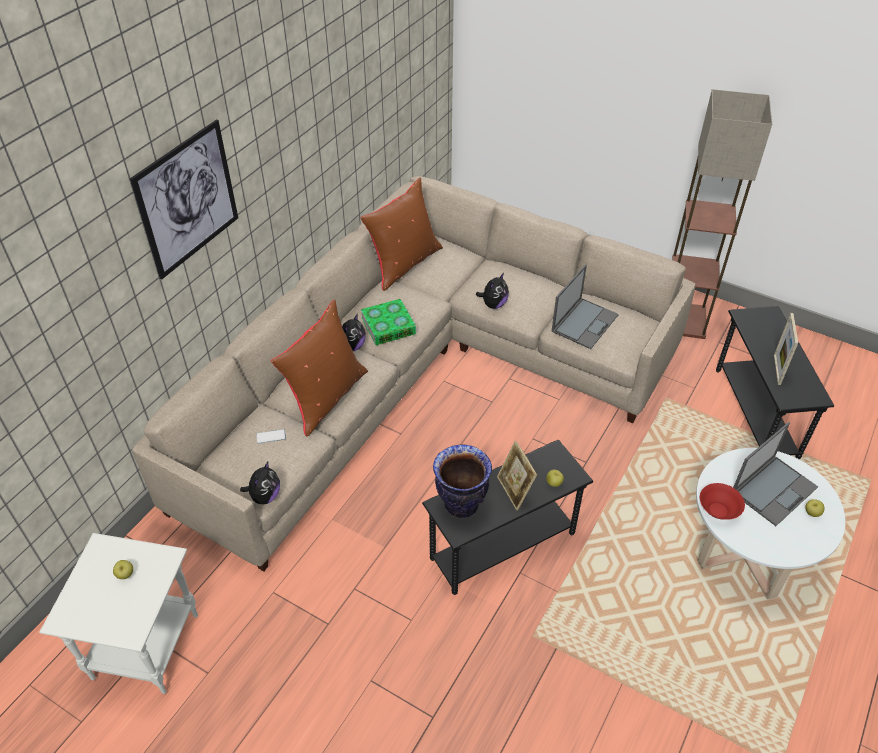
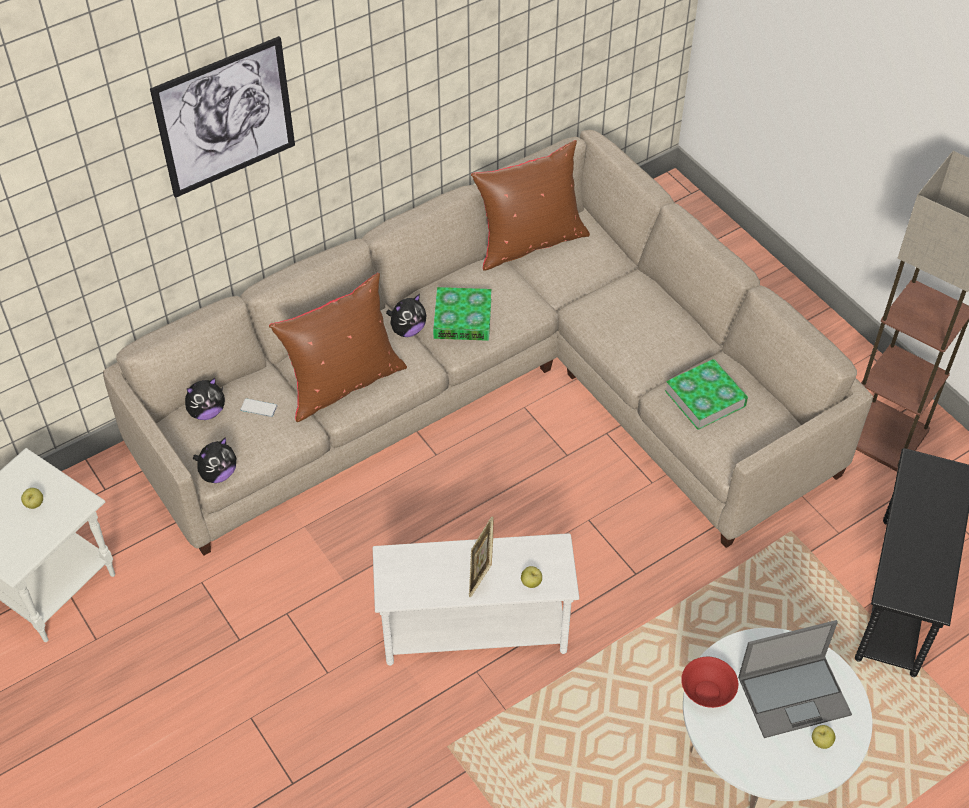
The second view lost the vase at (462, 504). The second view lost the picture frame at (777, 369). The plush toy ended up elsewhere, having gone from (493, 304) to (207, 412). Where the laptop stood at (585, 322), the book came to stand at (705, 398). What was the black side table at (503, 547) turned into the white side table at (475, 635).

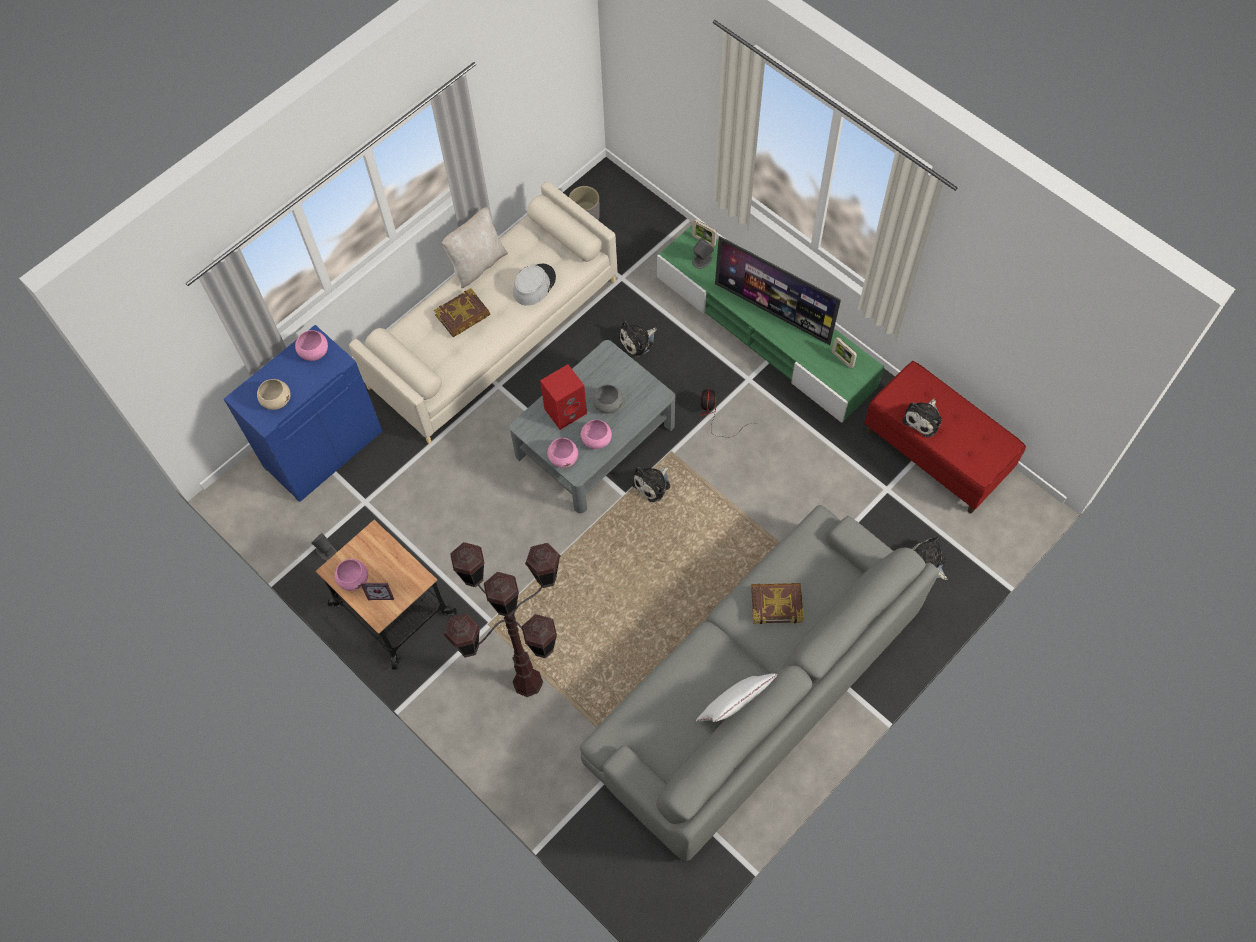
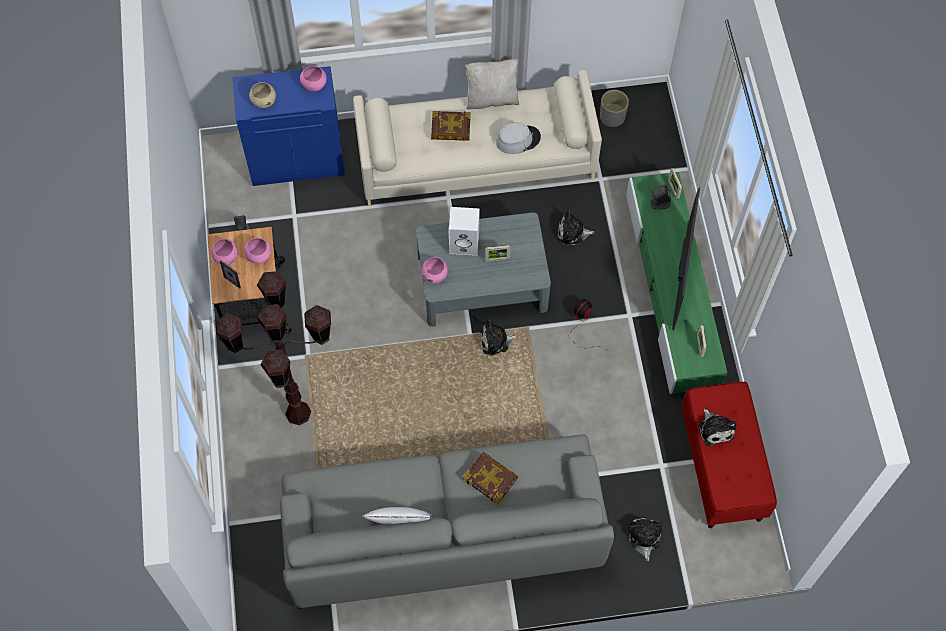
The pink bowl ended up elsewhere, having gone from (596, 440) to (258, 256). Where the grey bowl stood at (608, 404), the picture frame came to stand at (497, 259). What was the red speaker at (566, 410) turned into the white speaker at (465, 243). The television at (773, 312) ended up facing another way, 150 degrees counterclockwise from before. The plush toy at (924, 419) ended up facing another way, 90 degrees counterclockwise from before.

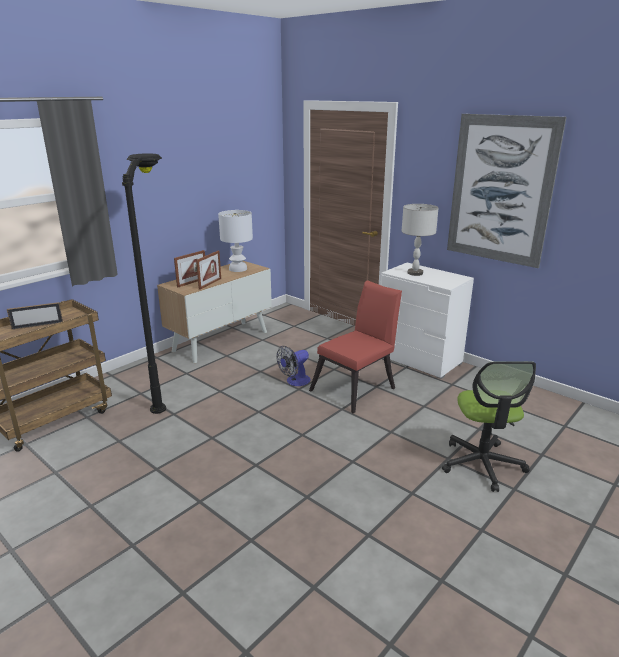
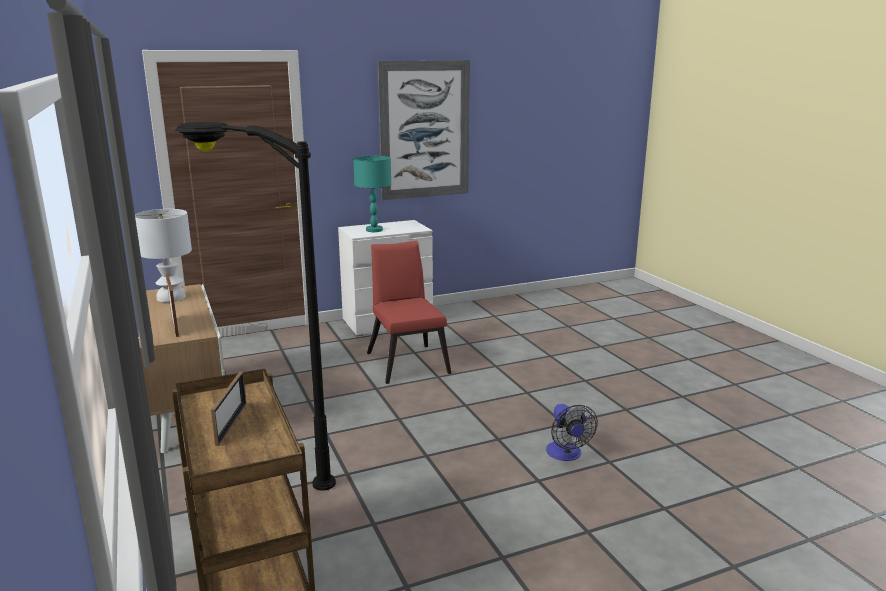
The second view lost the picture frame at (210, 284). The second view lost the office chair at (482, 464). The fan ended up elsewhere, having gone from (294, 382) to (566, 455). What was the grey table lamp at (415, 273) turned into the turquoise table lamp at (374, 230).

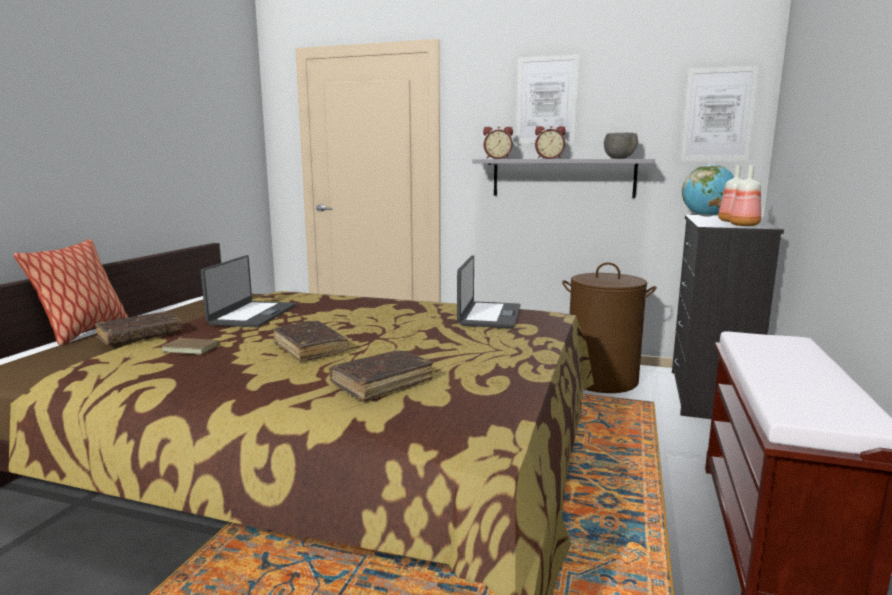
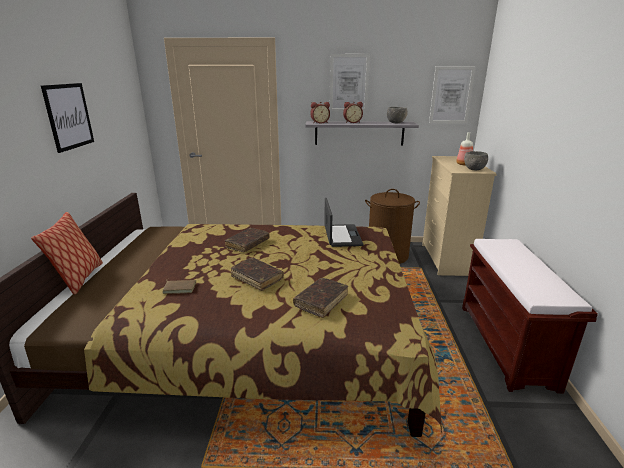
The second view lost the laptop at (252, 315). The second view lost the globe at (706, 216). The second view gained the picture at (69, 116). The brown book ended up elsewhere, having gone from (140, 336) to (247, 244). Where the bottle stood at (744, 225), the grey bowl came to stand at (474, 169). What was the black dresser at (708, 395) turned into the beige dresser at (446, 259).

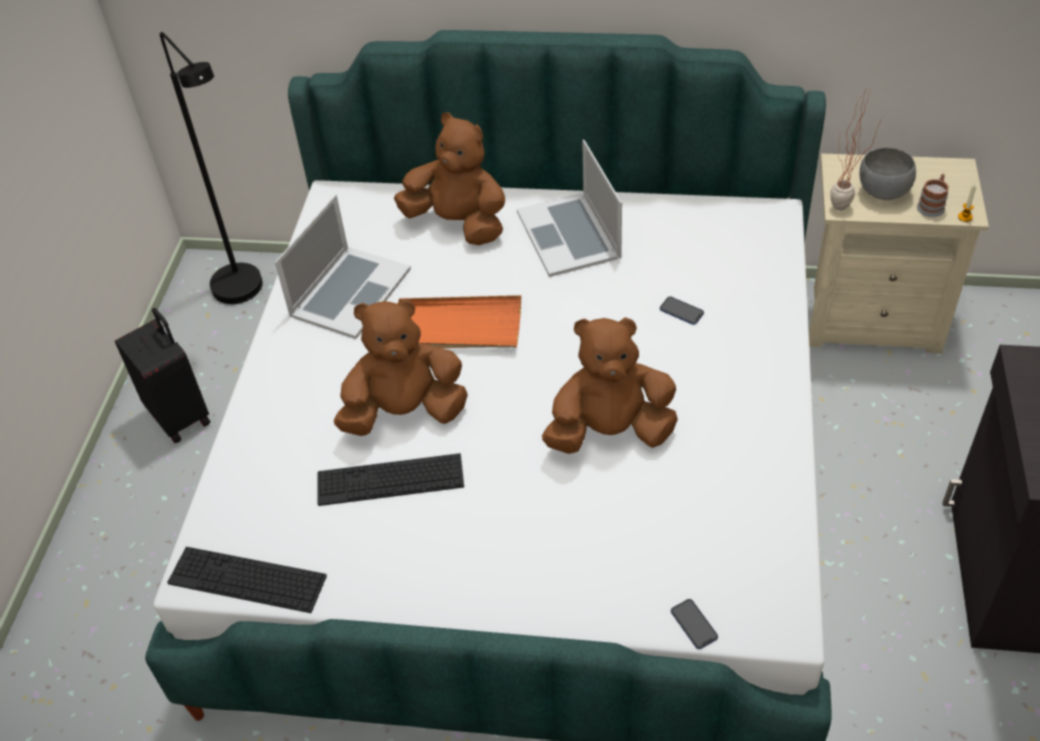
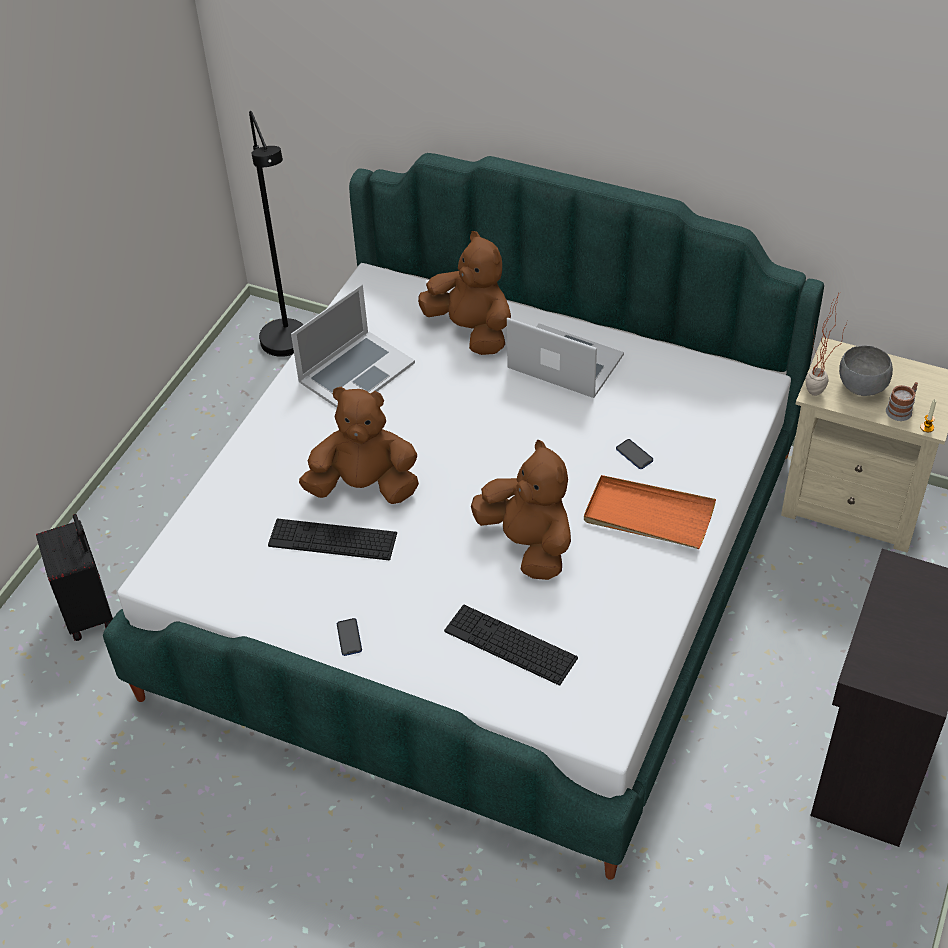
The black suitcase ended up elsewhere, having gone from (181, 415) to (90, 613). The keyboard ended up elsewhere, having gone from (247, 579) to (510, 644). The orange tray ended up elsewhere, having gone from (456, 327) to (648, 515). The phone ended up elsewhere, having gone from (694, 624) to (349, 637). The laptop at (569, 234) ended up facing another way, 120 degrees clockwise from before. The brown plush toy at (610, 432) ended up facing another way, 45 degrees clockwise from before.

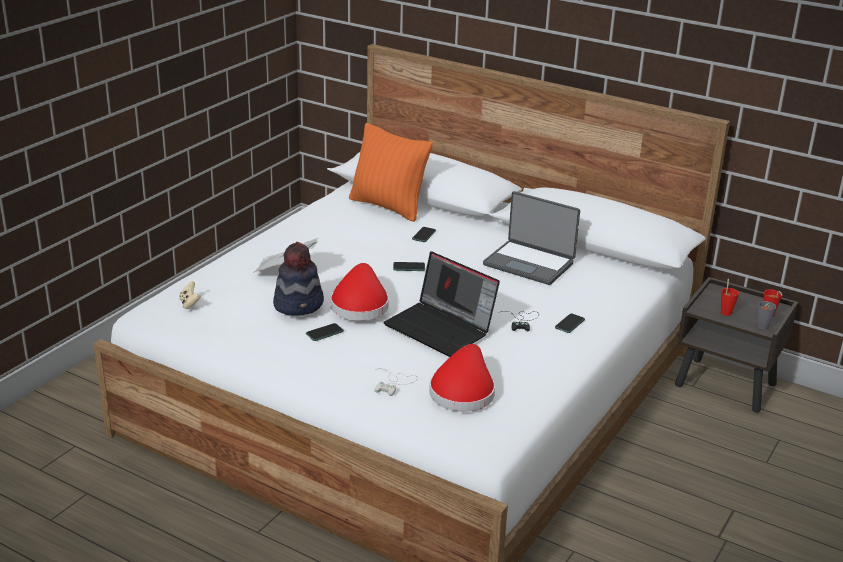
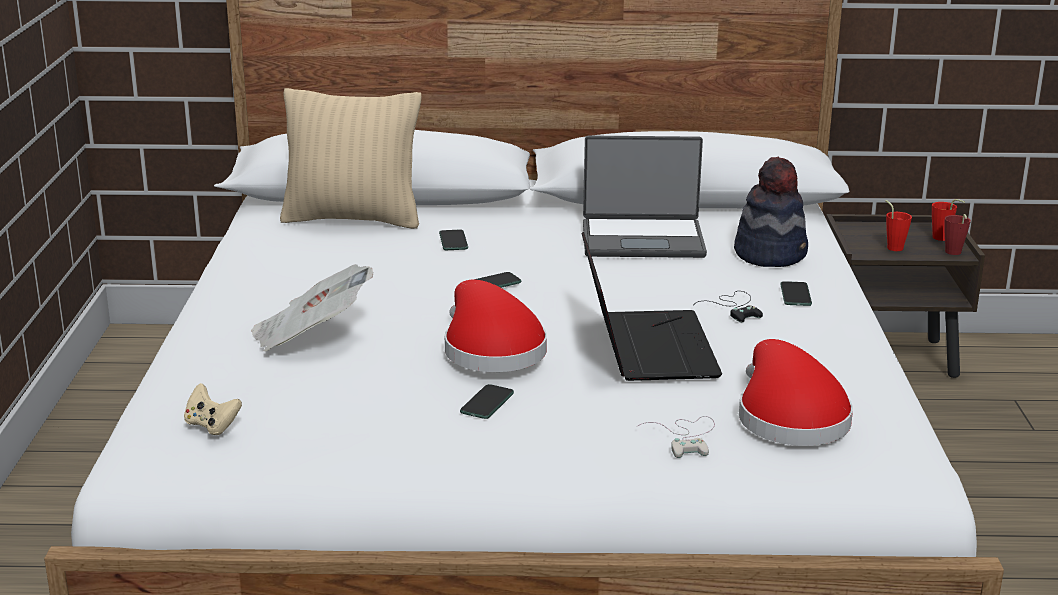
The hat ended up elsewhere, having gone from (299, 304) to (770, 254). What was the orange pillow at (388, 207) turned into the beige pillow at (353, 219). What was the grey cup at (761, 327) turned into the red cup at (953, 253). The laptop at (441, 328) ended up facing another way, 105 degrees counterclockwise from before.

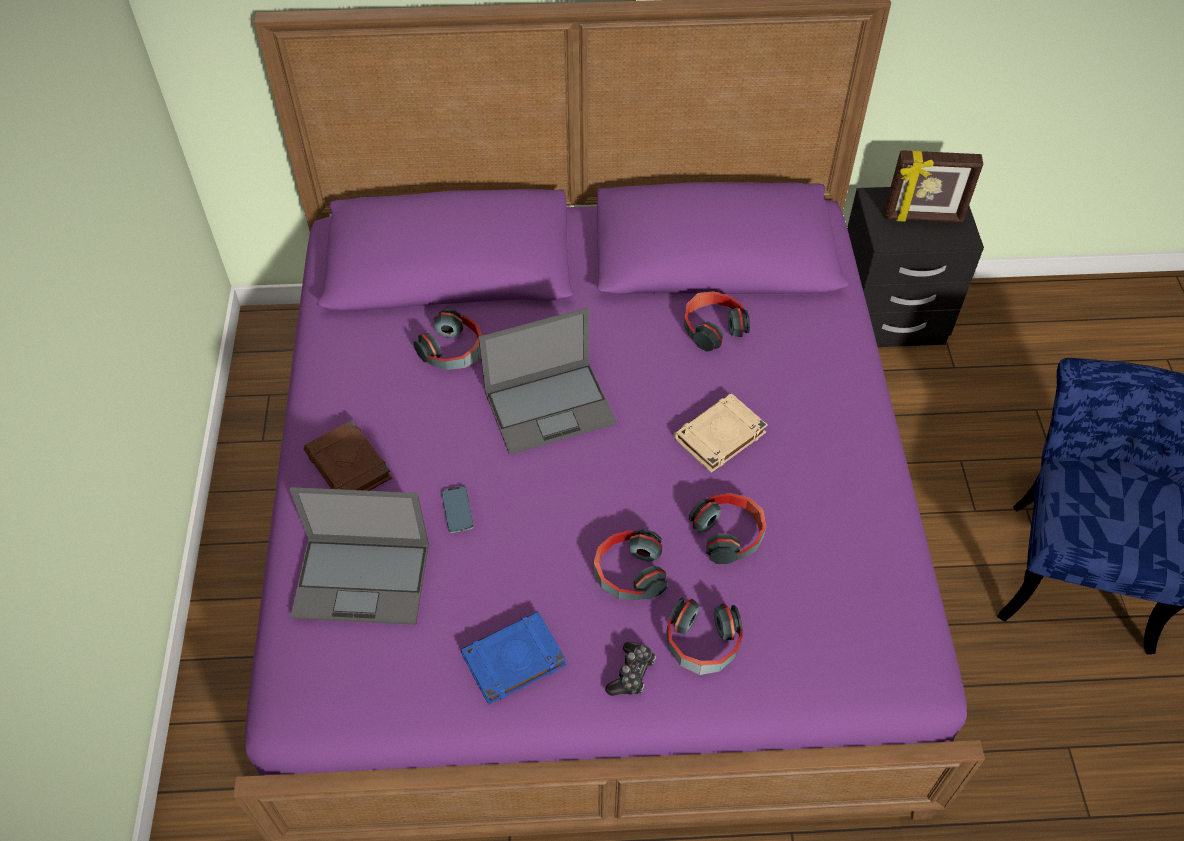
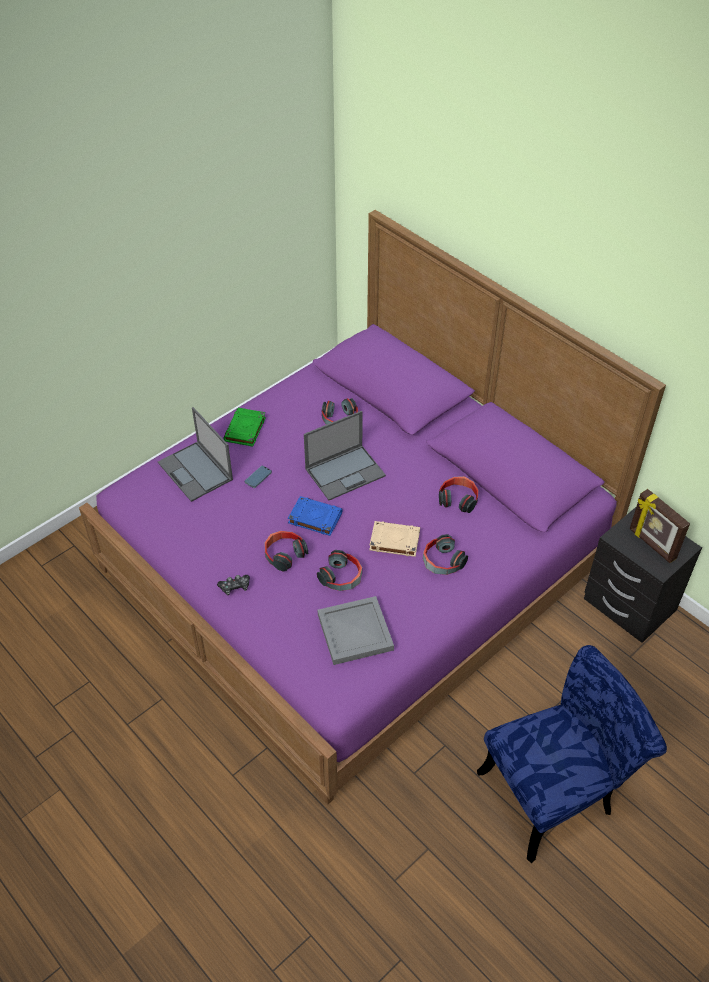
The second view gained the grey tray at (356, 631). The blue book ended up elsewhere, having gone from (513, 661) to (314, 518). The headphones ended up elsewhere, having gone from (702, 644) to (442, 562). What was the brown book at (349, 466) turned into the green book at (245, 430). The laptop at (551, 406) ended up facing another way, 60 degrees counterclockwise from before.

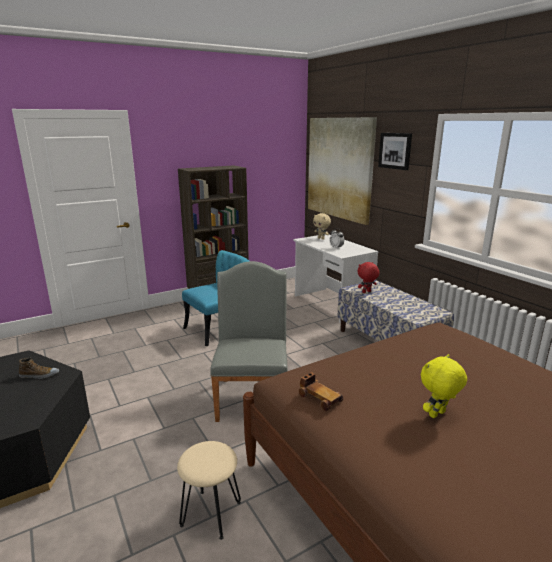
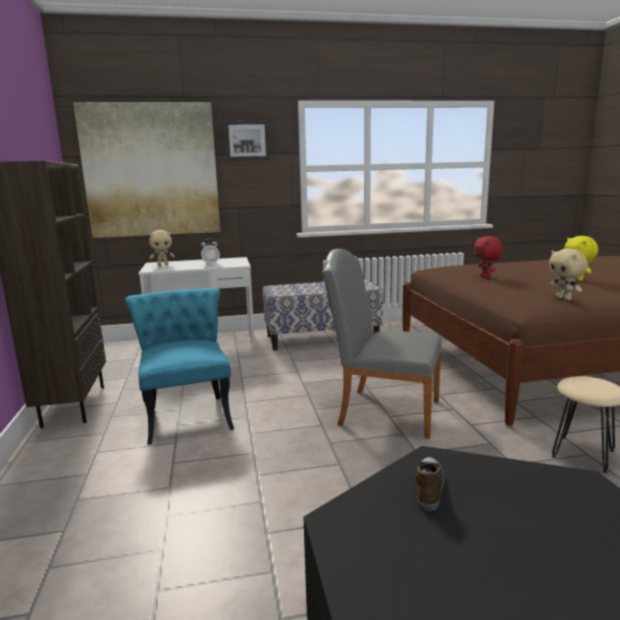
The red plush toy ended up elsewhere, having gone from (366, 292) to (486, 277). Where the toy car stood at (319, 398), the beige plush toy came to stand at (564, 298).

